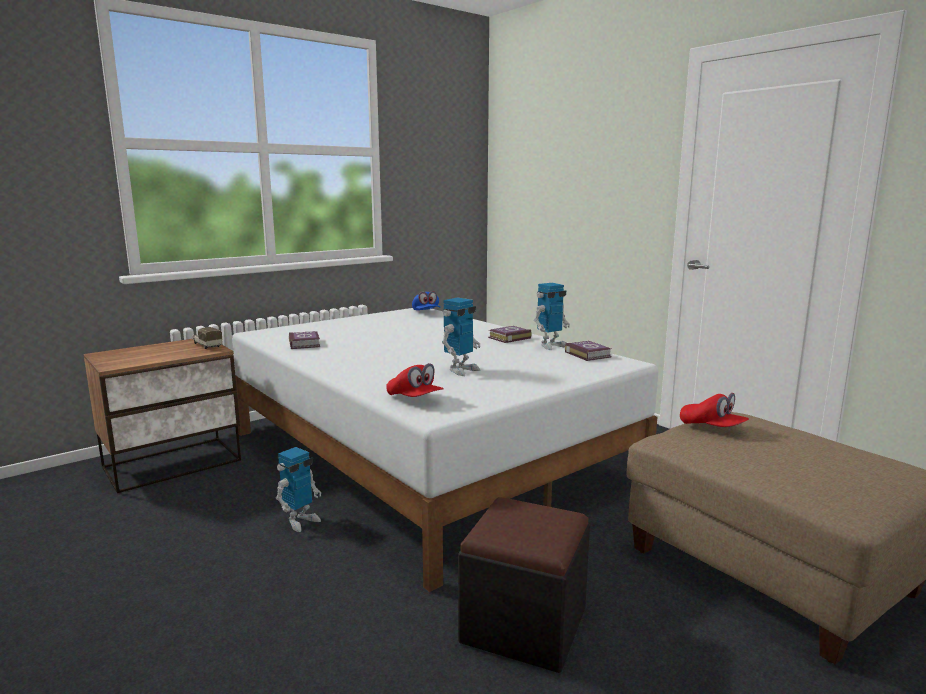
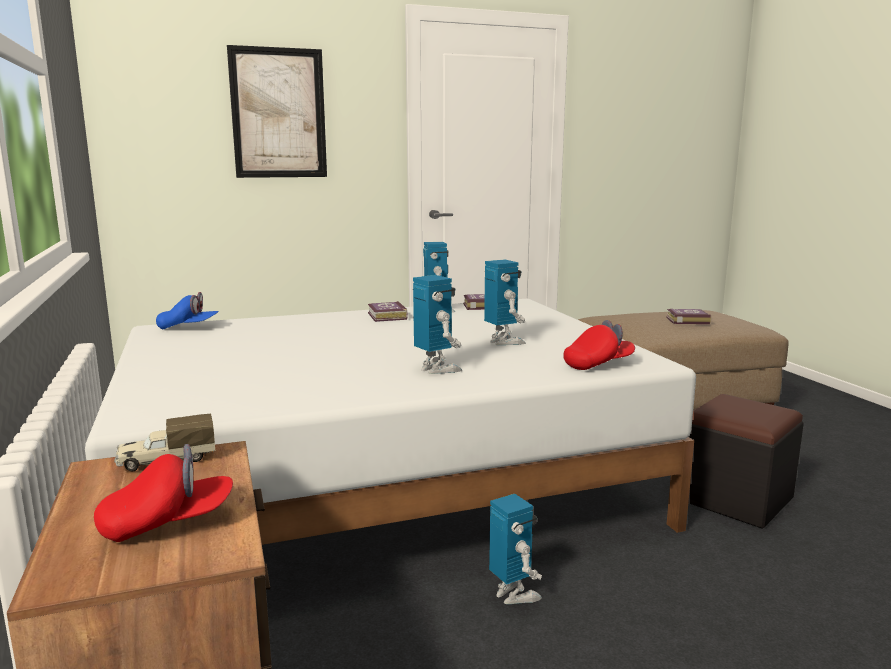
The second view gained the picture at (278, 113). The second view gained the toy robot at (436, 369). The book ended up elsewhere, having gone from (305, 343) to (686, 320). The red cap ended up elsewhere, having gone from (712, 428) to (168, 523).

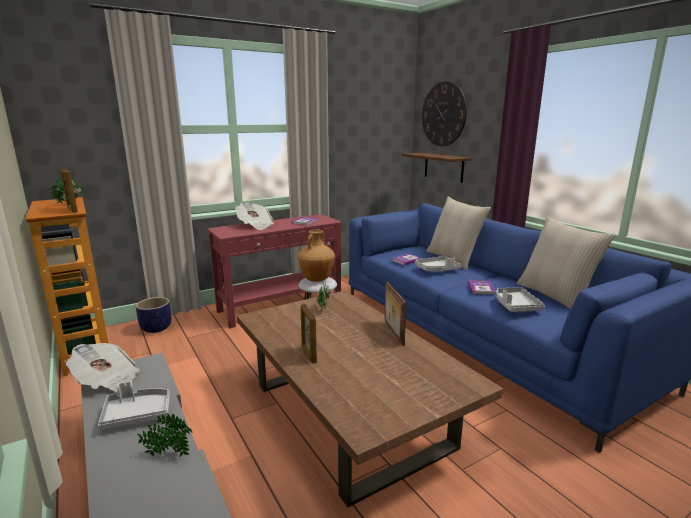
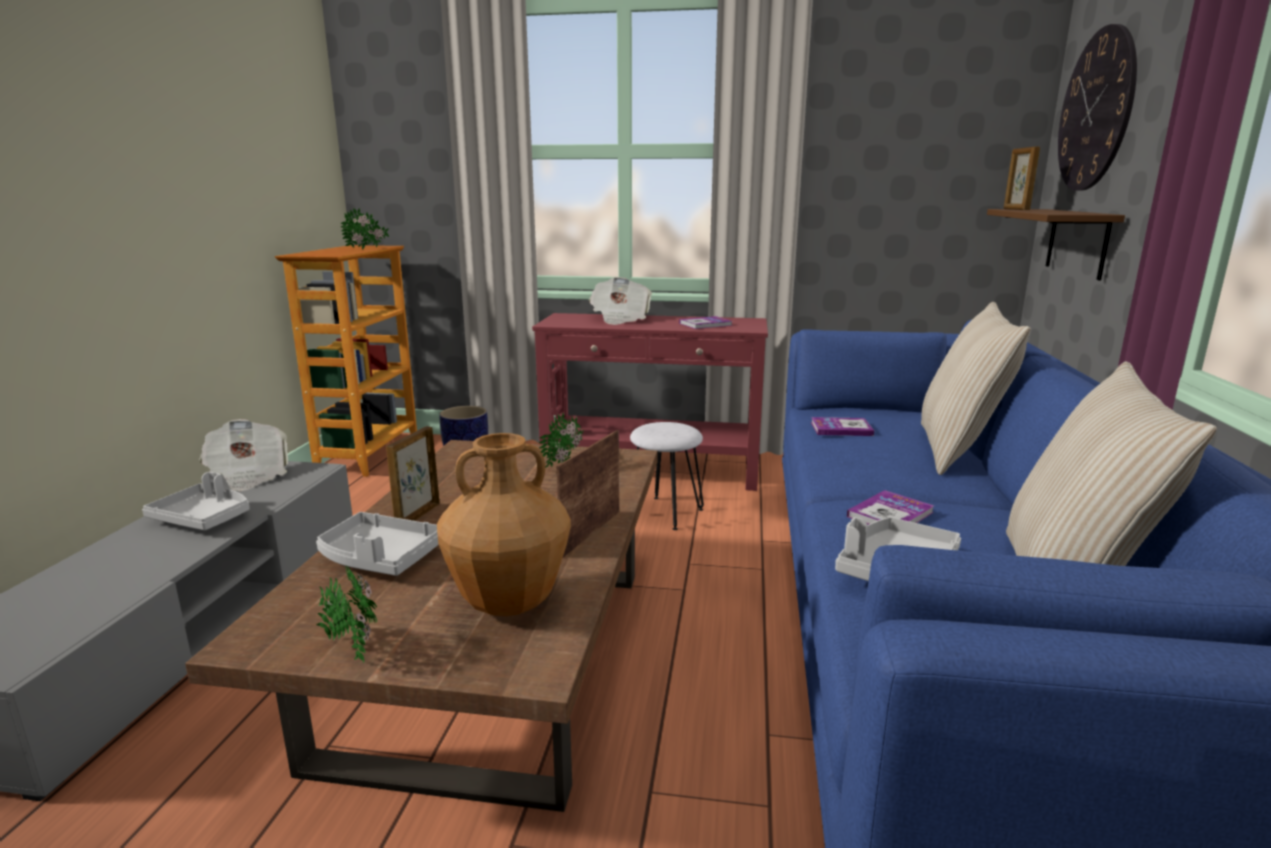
The picture frame ended up elsewhere, having gone from (72, 210) to (1015, 209). The potted plant ended up elsewhere, having gone from (168, 454) to (351, 647). The brown vase ended up elsewhere, having gone from (316, 280) to (508, 604). The grey tray ended up elsewhere, having gone from (437, 269) to (380, 558).

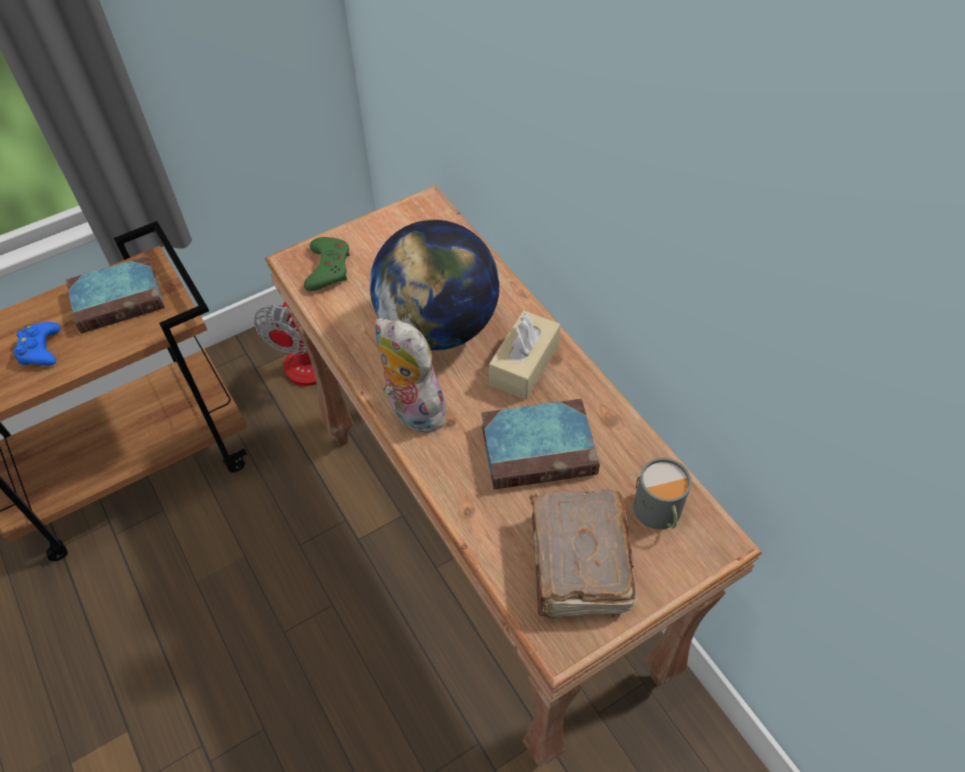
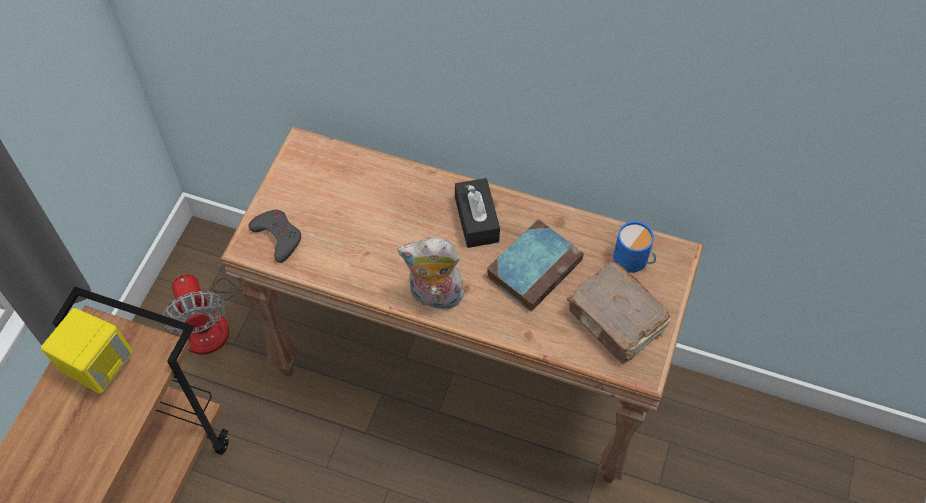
The second view lost the blue game controller at (40, 350). The second view lost the globe at (438, 326). Where the book stood at (120, 298), the yellow speaker came to stand at (99, 366). What was the green game controller at (328, 268) turned into the grey game controller at (278, 237). What was the beige tissue box at (524, 364) turned into the black tissue box at (476, 220). What was the grey mug at (658, 513) turned into the blue mug at (633, 260).

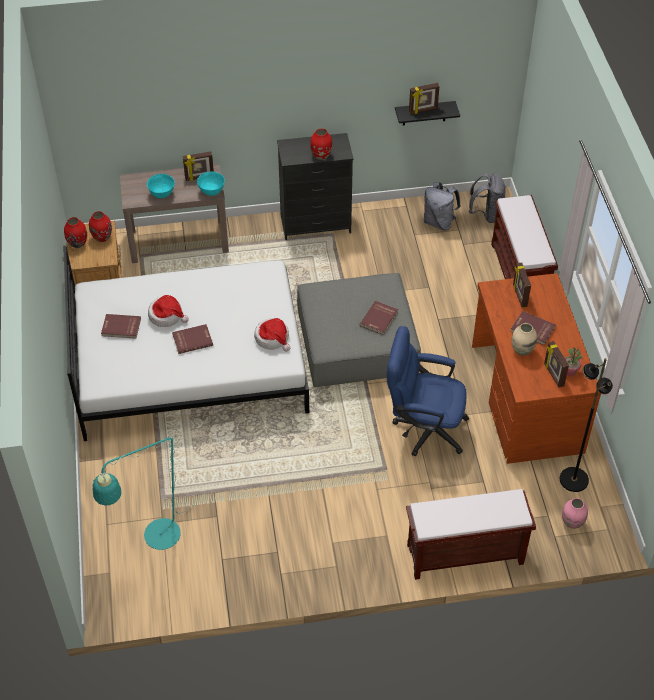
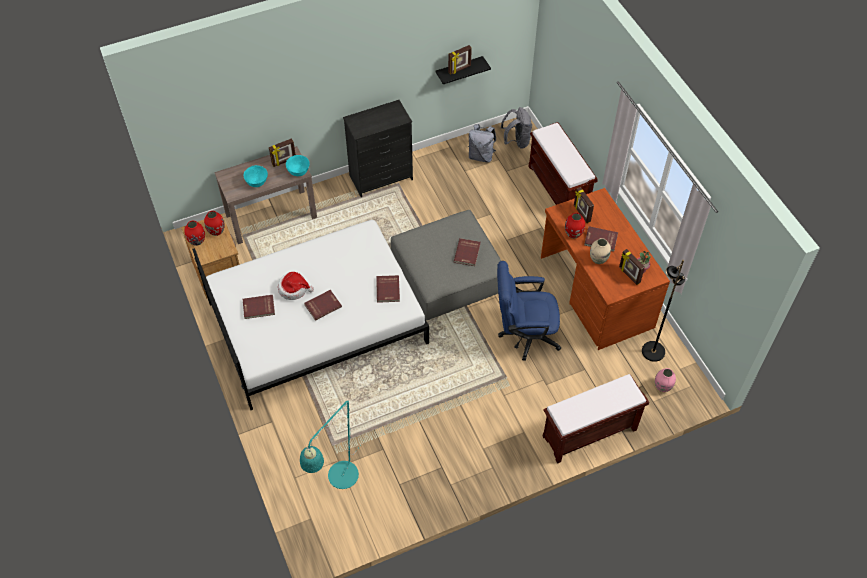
The red vase ended up elsewhere, having gone from (321, 156) to (573, 234). Where the hat stood at (273, 338), the red book came to stand at (388, 289).

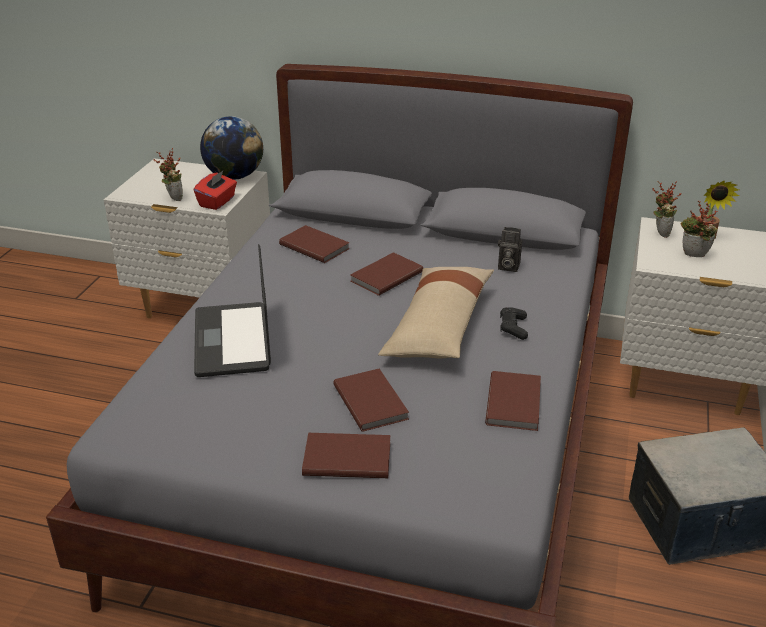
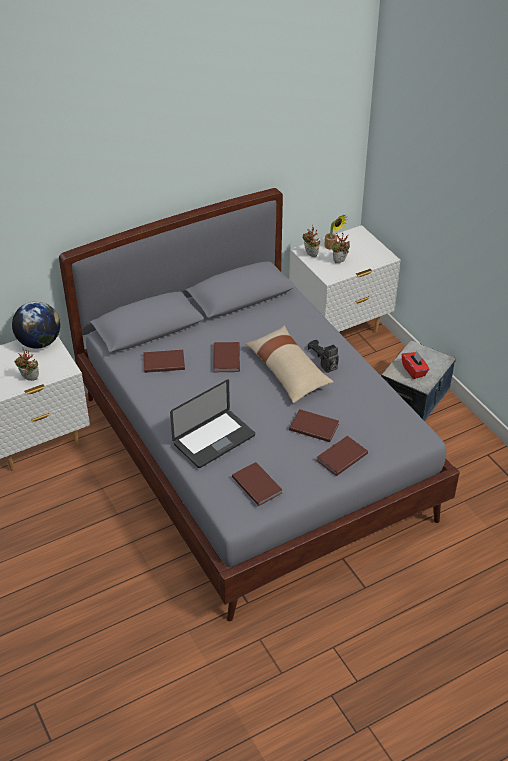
The red tissue box ended up elsewhere, having gone from (217, 202) to (414, 371). The brown book ended up elsewhere, having gone from (515, 402) to (257, 484). The photo camera ended up elsewhere, having gone from (507, 267) to (328, 368). The laptop at (232, 341) ended up facing another way, 75 degrees counterclockwise from before.

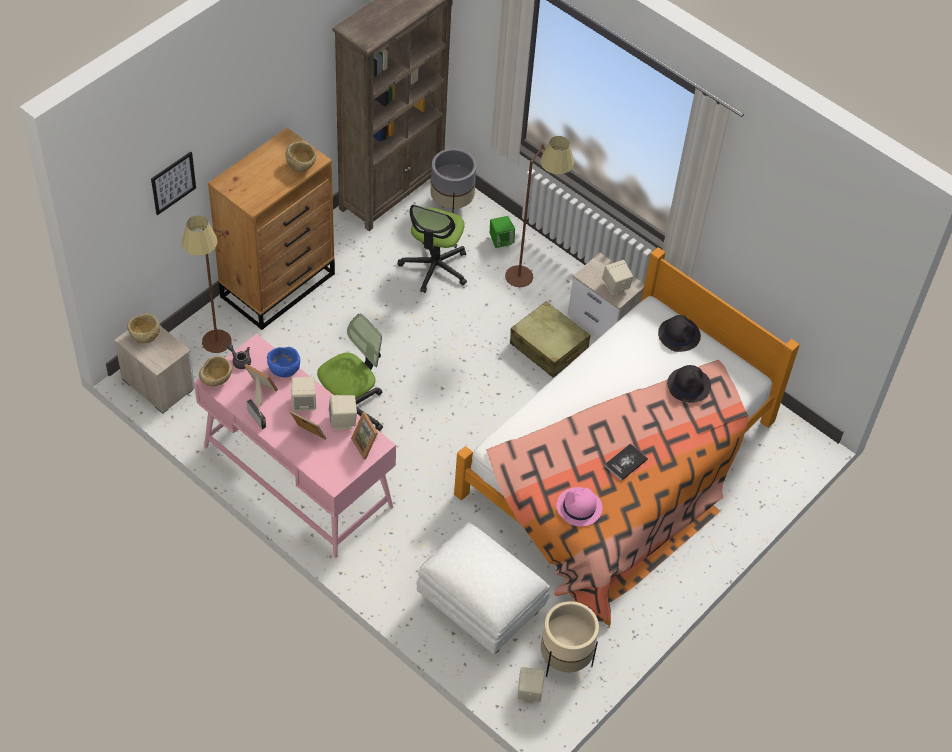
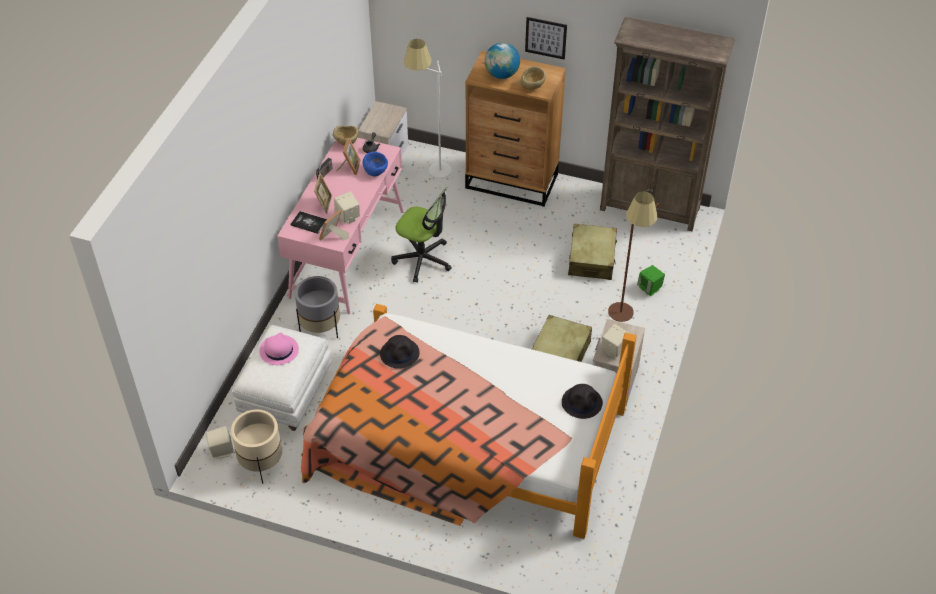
The second view lost the beige bowl at (145, 336). The second view lost the beige speaker at (304, 403). The second view gained the globe at (501, 75). The picture ended up elsewhere, having gone from (173, 182) to (546, 37). The grey planter ended up elsewhere, having gone from (451, 205) to (320, 328). The pink hat ended up elsewhere, having gone from (579, 507) to (278, 350). The book ended up elsewhere, having gone from (625, 462) to (308, 223). The black hat ended up elsewhere, having gone from (689, 385) to (400, 353). Where the office chair stood at (434, 267), the beige suitcase came to stand at (592, 259). What was the brown floor lamp at (216, 352) turned into the white floor lamp at (430, 173).

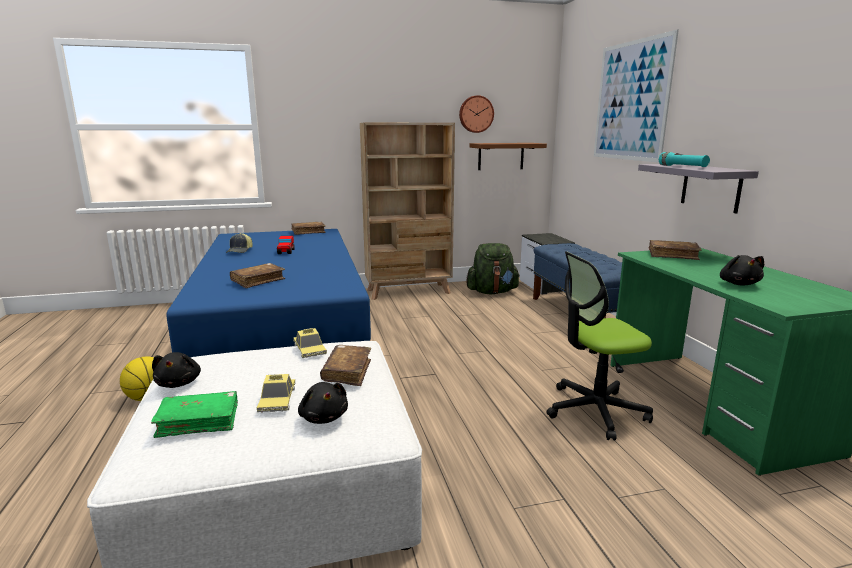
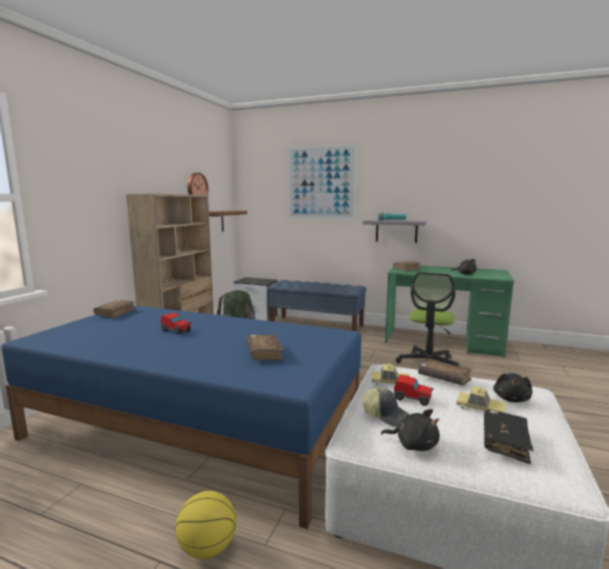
The second view gained the toy car at (413, 399). The cap ended up elsewhere, having gone from (240, 251) to (386, 415). What was the green book at (199, 421) turned into the black book at (505, 442). The black plush toy at (323, 417) ended up facing another way, 105 degrees clockwise from before.

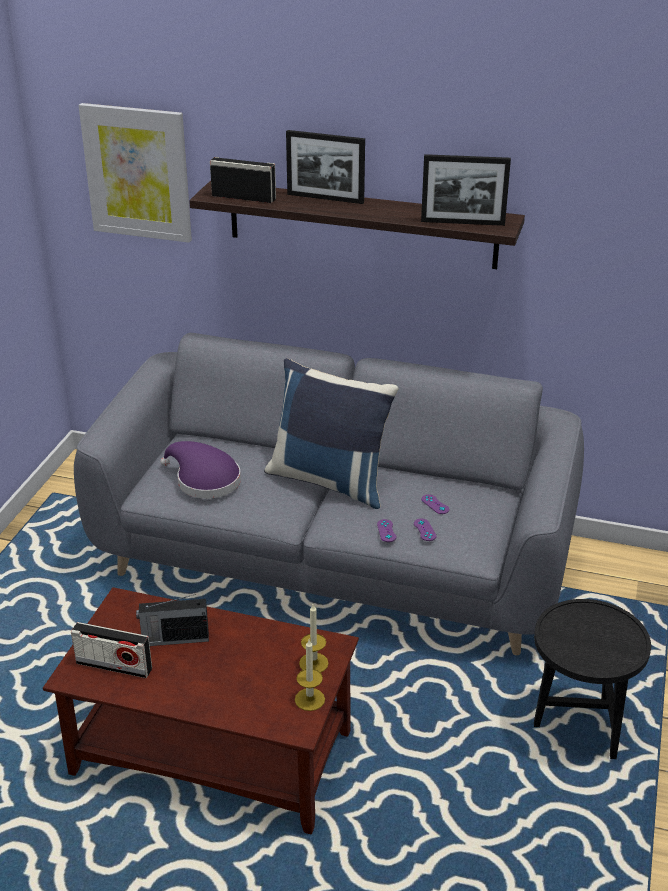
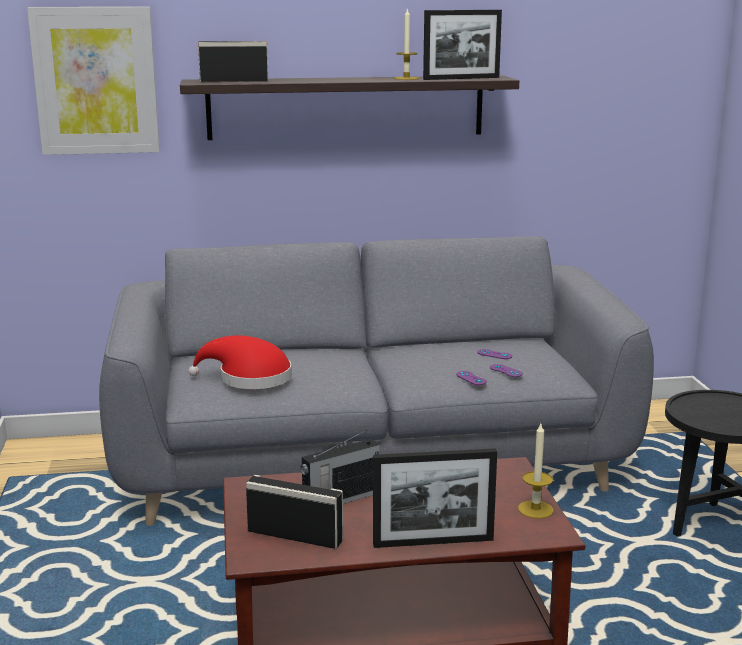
The second view lost the blue pillow at (330, 480). The picture frame ended up elsewhere, having gone from (325, 198) to (433, 542). The candle ended up elsewhere, having gone from (313, 663) to (406, 78). What was the purple hat at (204, 480) turned into the red hat at (249, 378). The radio at (114, 666) ended up facing another way, 150 degrees counterclockwise from before.

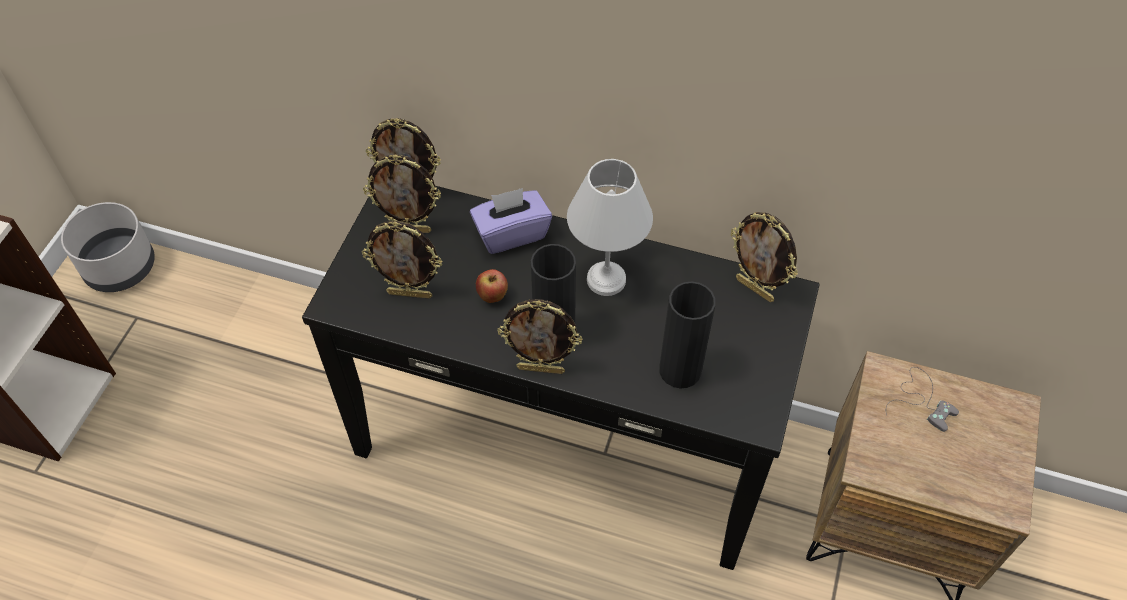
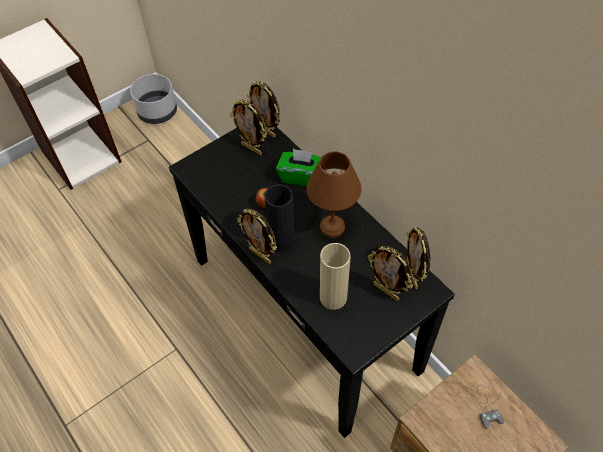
The picture frame ended up elsewhere, having gone from (410, 293) to (387, 291). What was the purple tissue box at (511, 233) turned into the green tissue box at (301, 176). What was the white table lamp at (604, 280) turned into the brown table lamp at (331, 226). What was the black vase at (680, 370) turned into the beige vase at (333, 297).

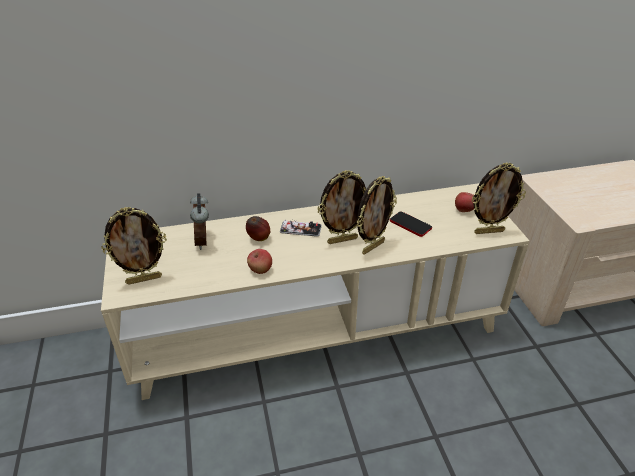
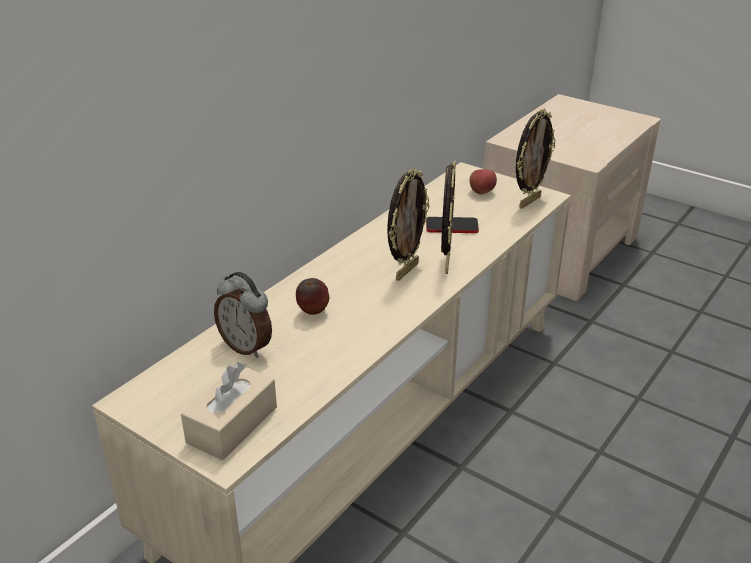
The second view lost the apple at (260, 270). The second view lost the phone at (300, 229). Where the picture frame stood at (144, 279), the beige tissue box came to stand at (232, 425).

